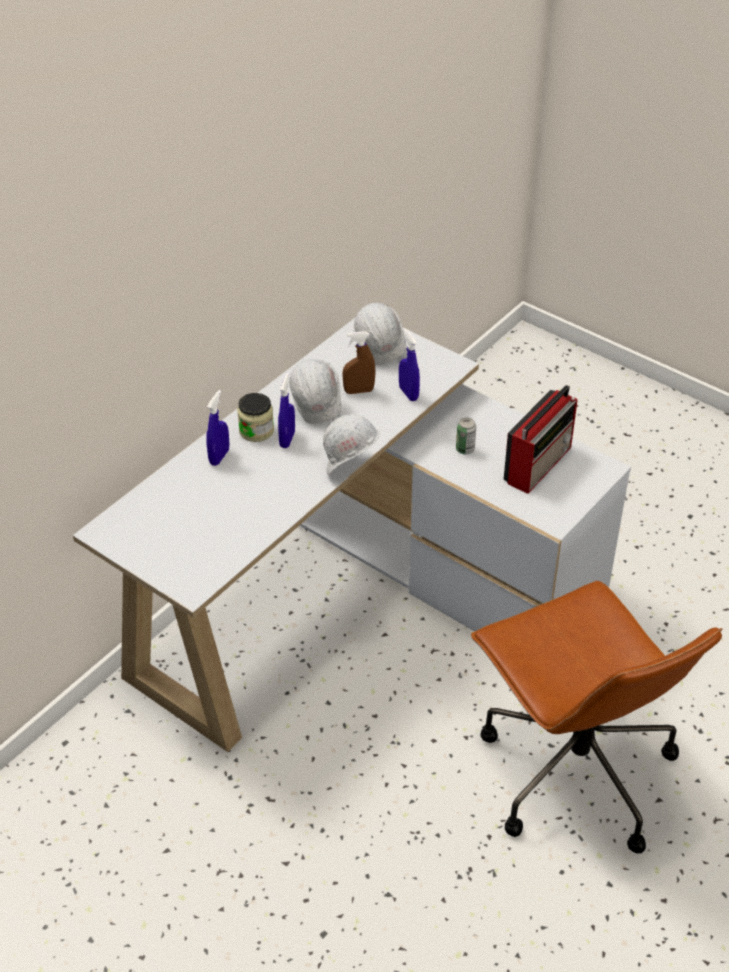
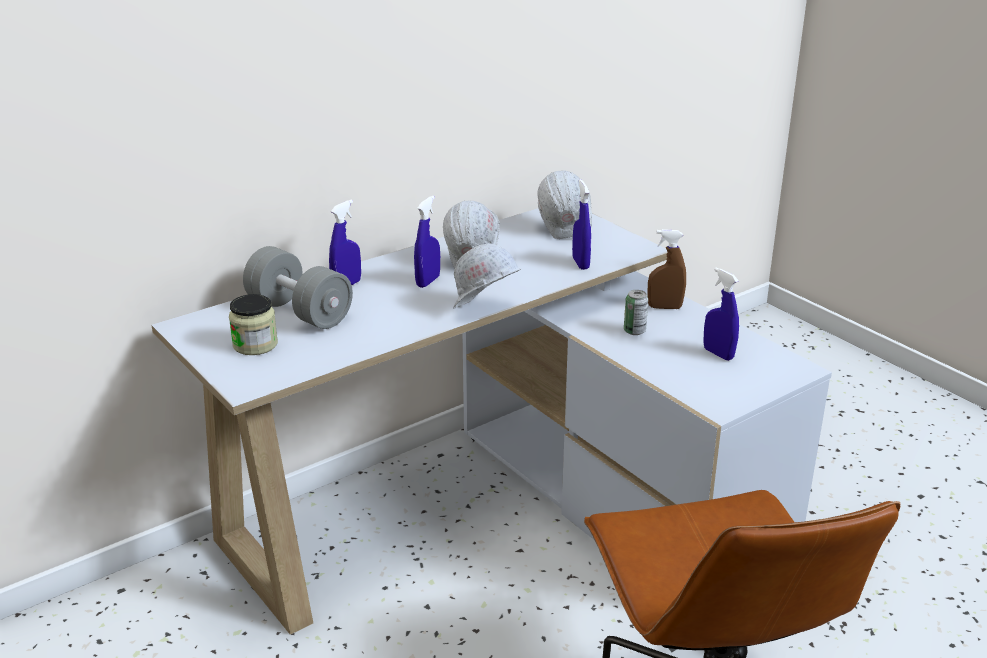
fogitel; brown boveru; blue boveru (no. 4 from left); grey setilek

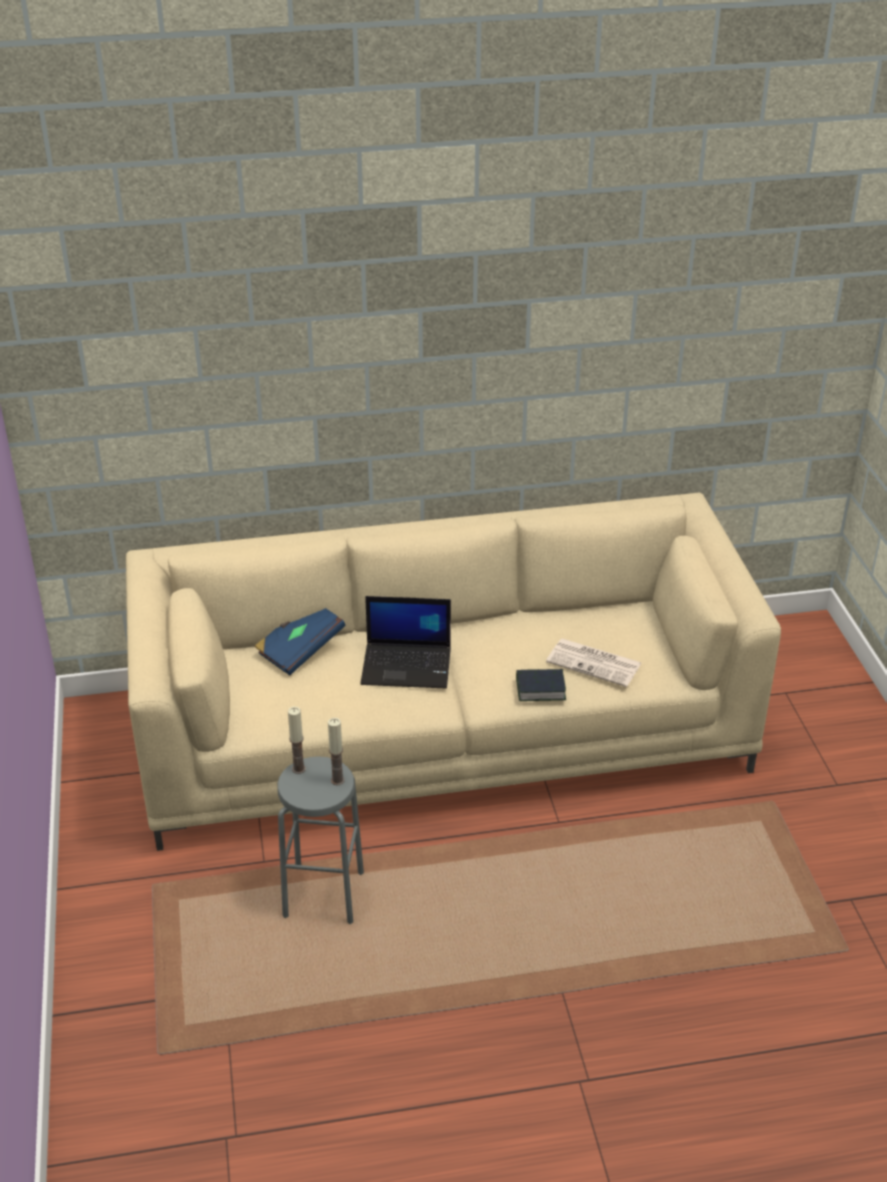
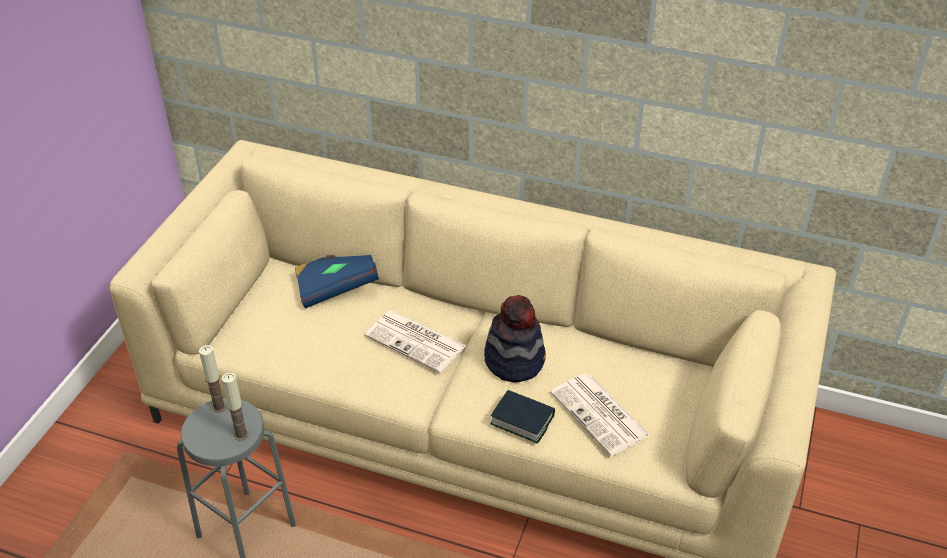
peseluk (no. 1 from left); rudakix

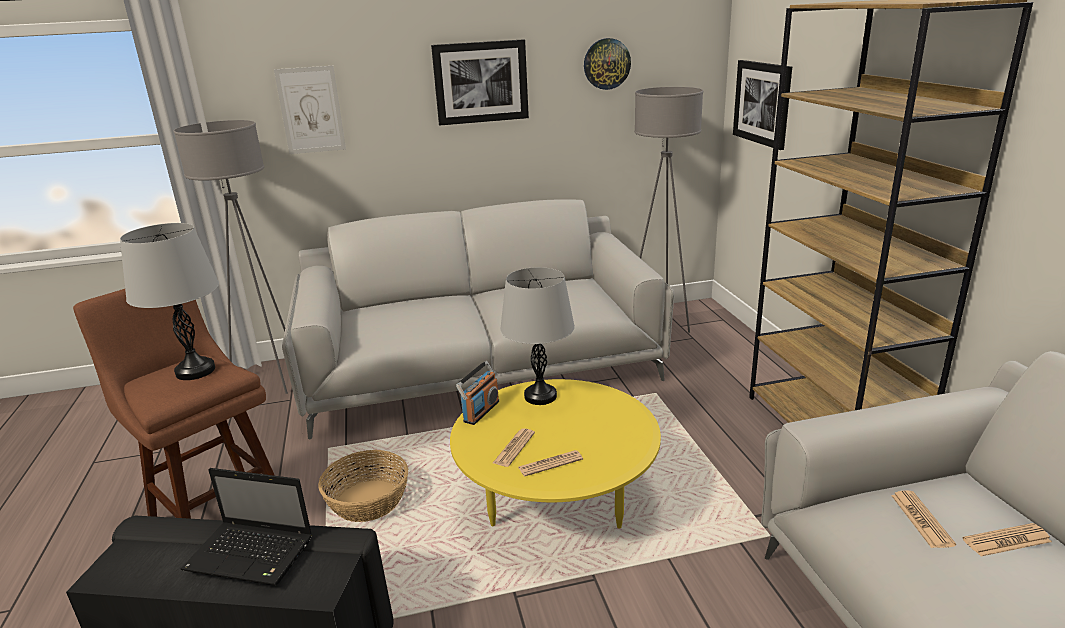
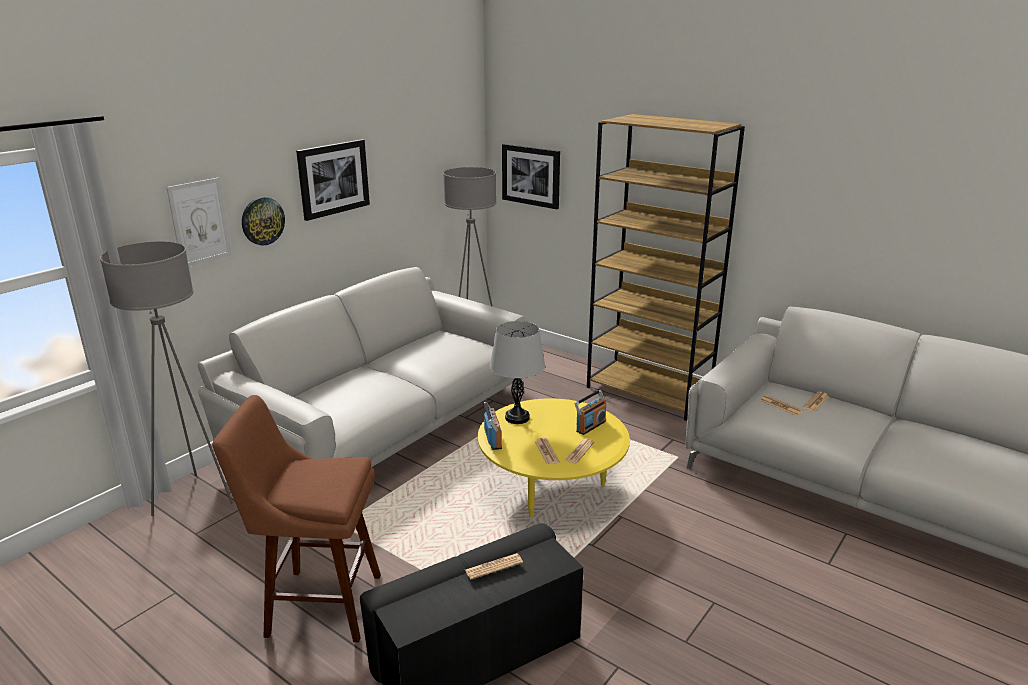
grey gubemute (no. 1 from left in the first image); peseluk (no. 1 from left); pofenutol; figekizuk; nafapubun (no. 2 from left)

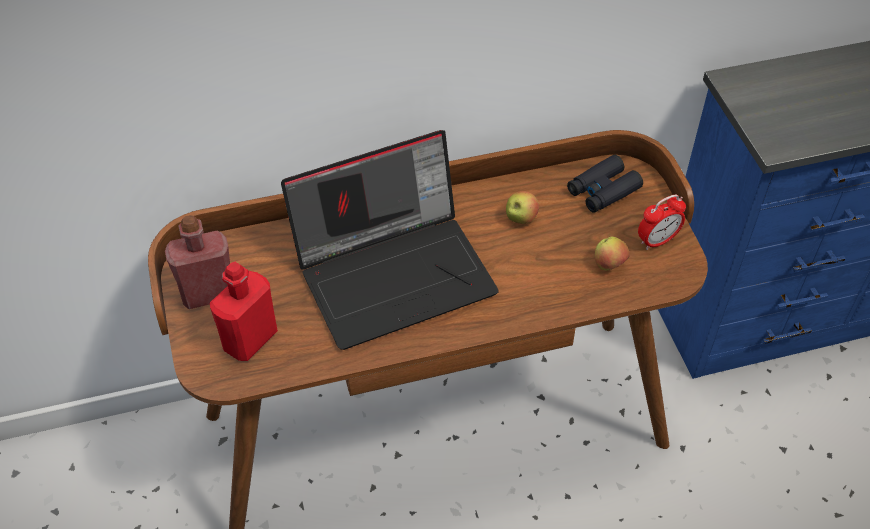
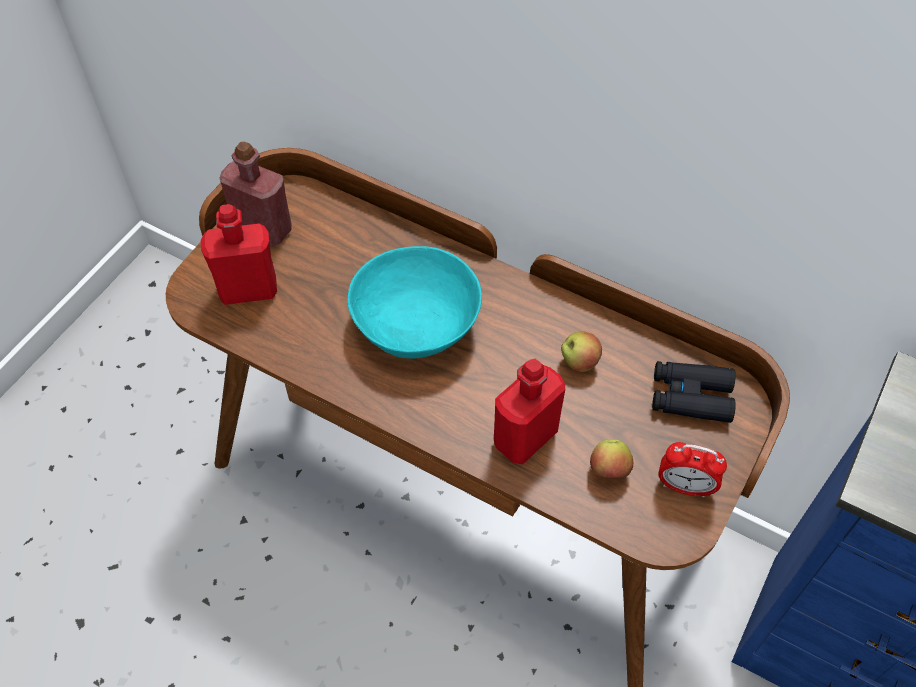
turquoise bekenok; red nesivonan (no. 3 from left)

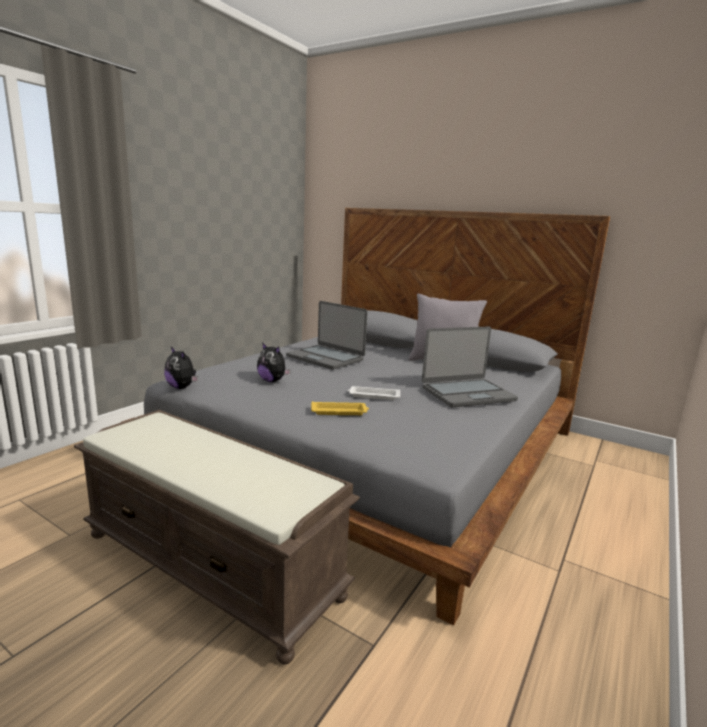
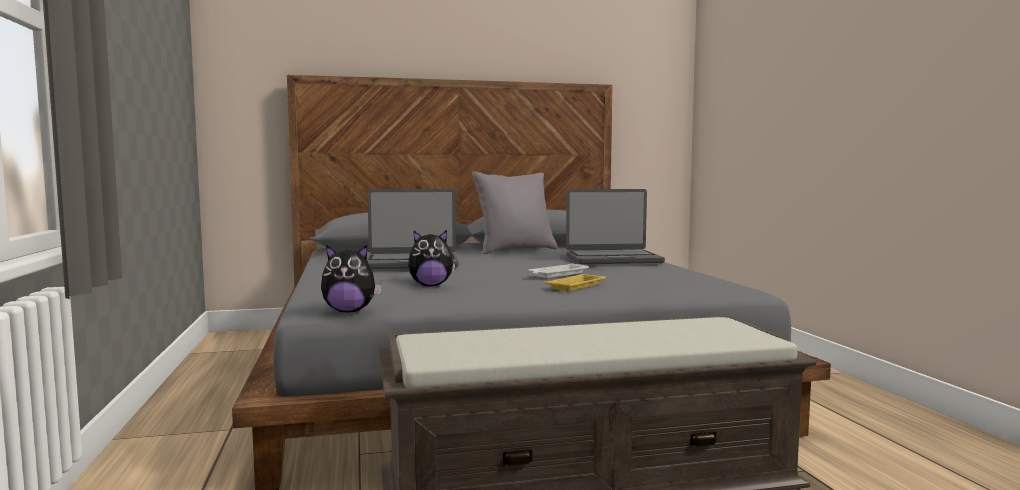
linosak (no. 2 from left)

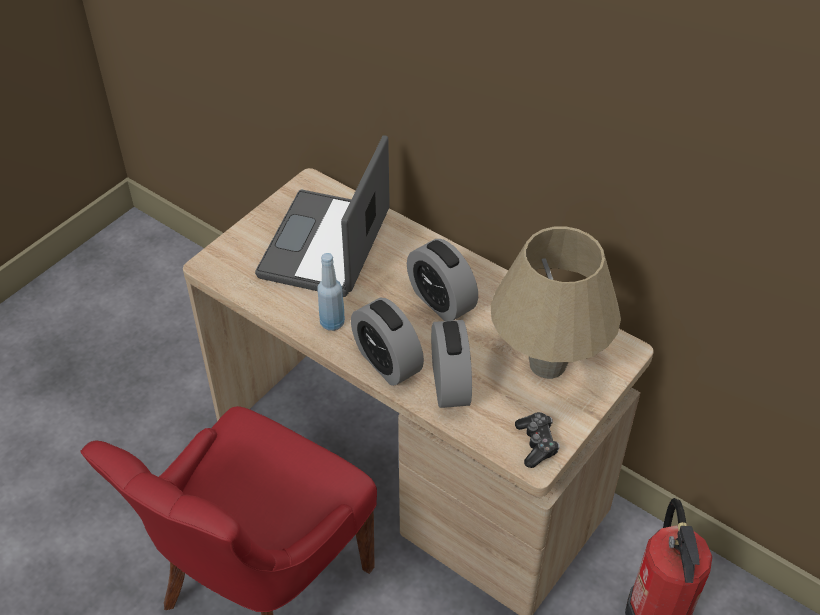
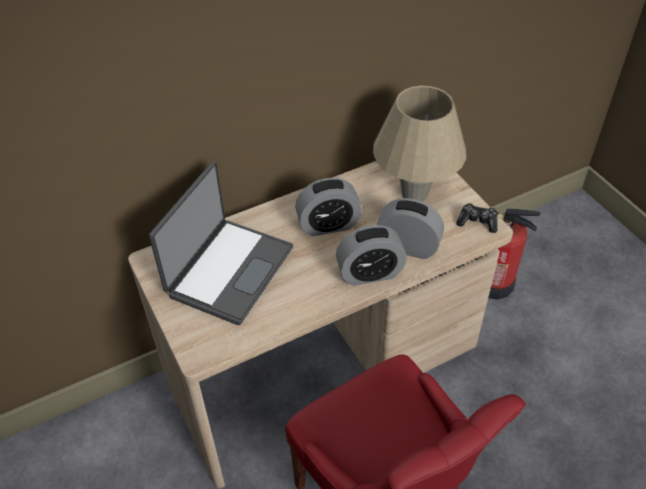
linosak; blue nesivonan

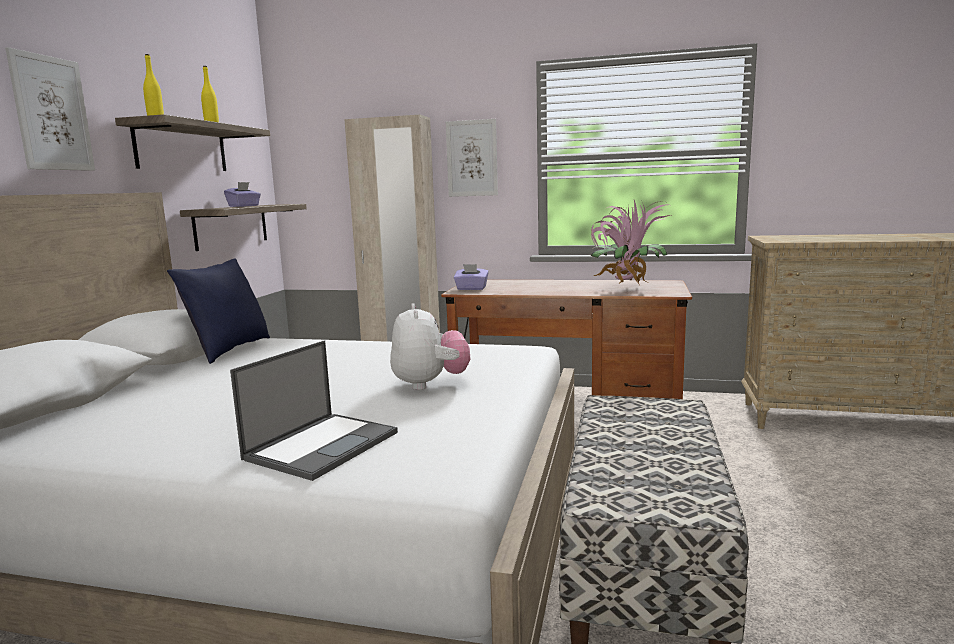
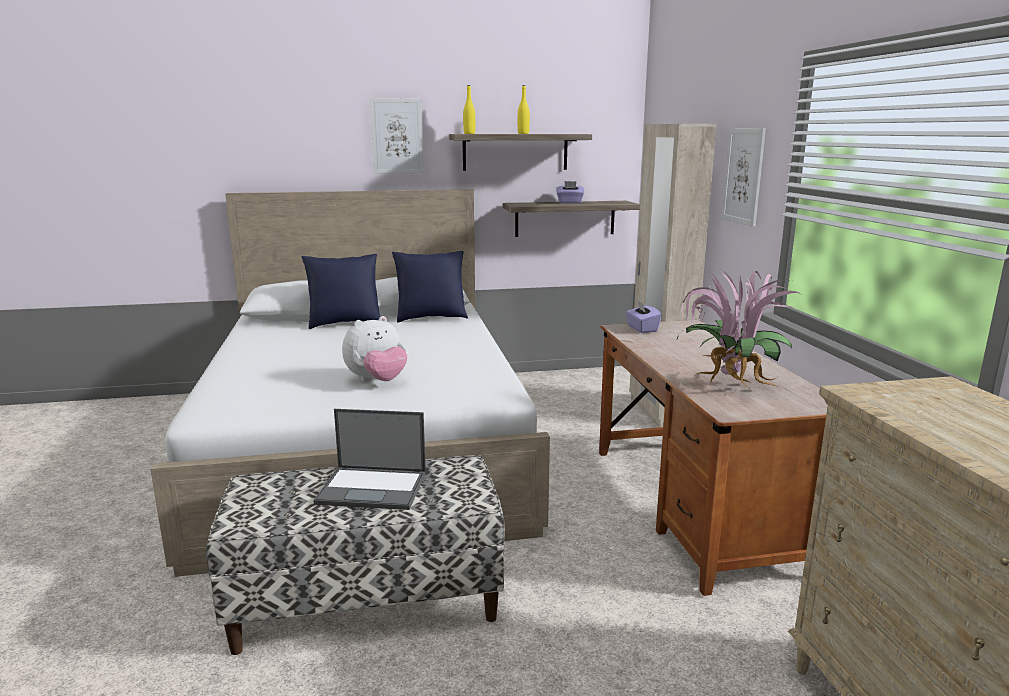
linosak; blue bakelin (no. 1 from left)

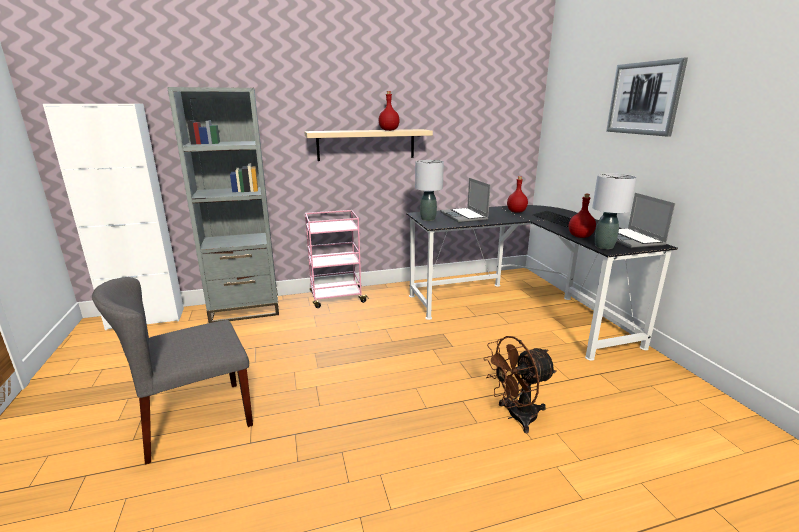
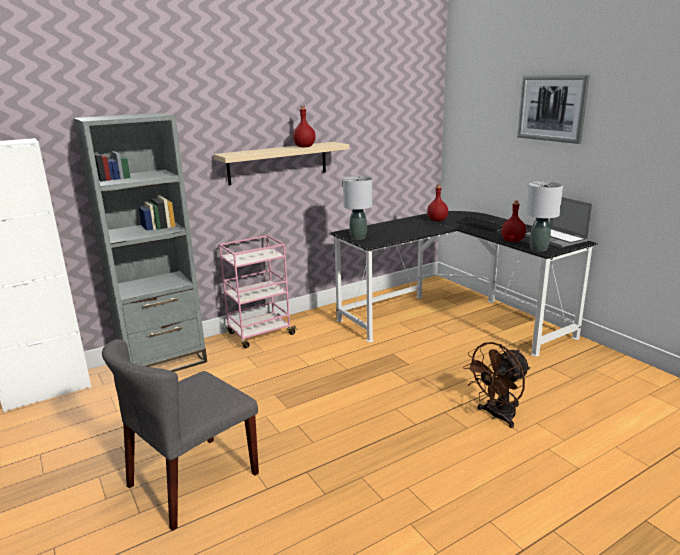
linosak (no. 1 from left in the first image)

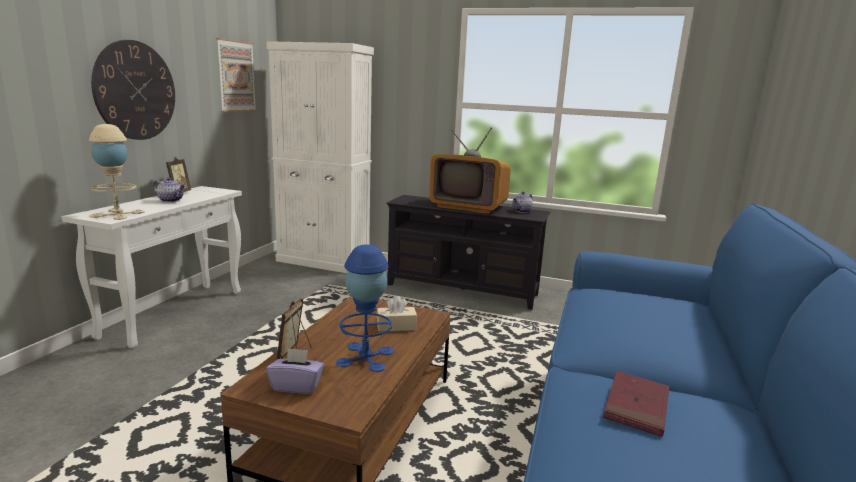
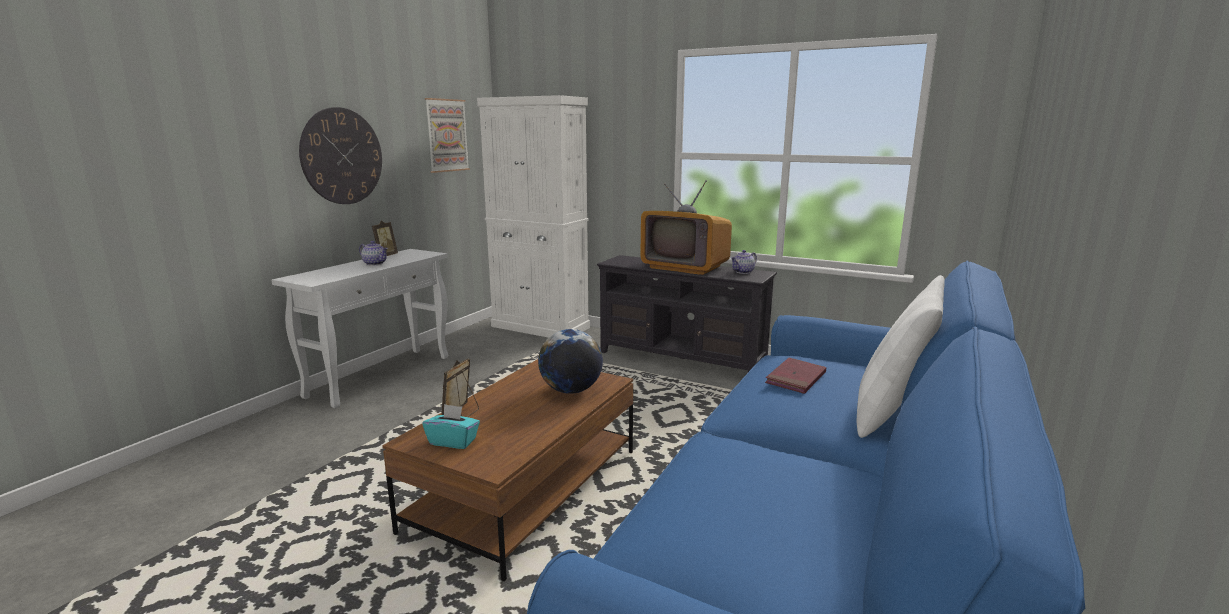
beige gubemute; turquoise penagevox; blue gubemute; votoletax; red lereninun; white bakelin

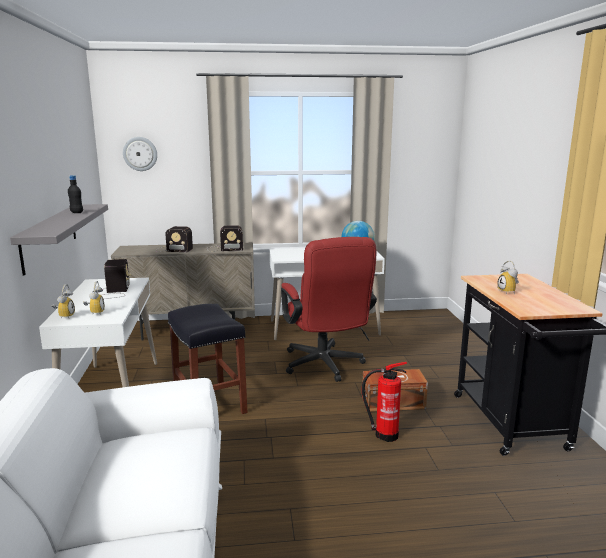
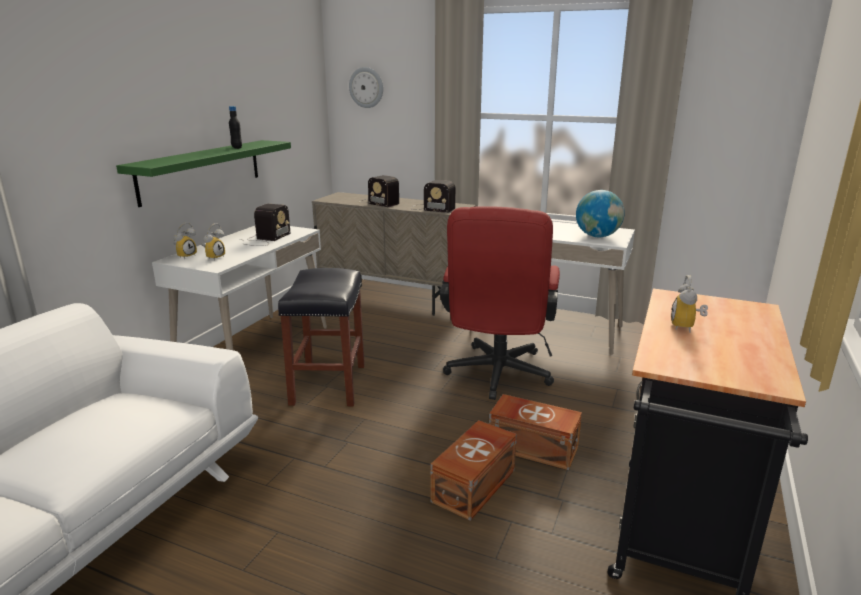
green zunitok; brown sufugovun (no. 1 from left)

